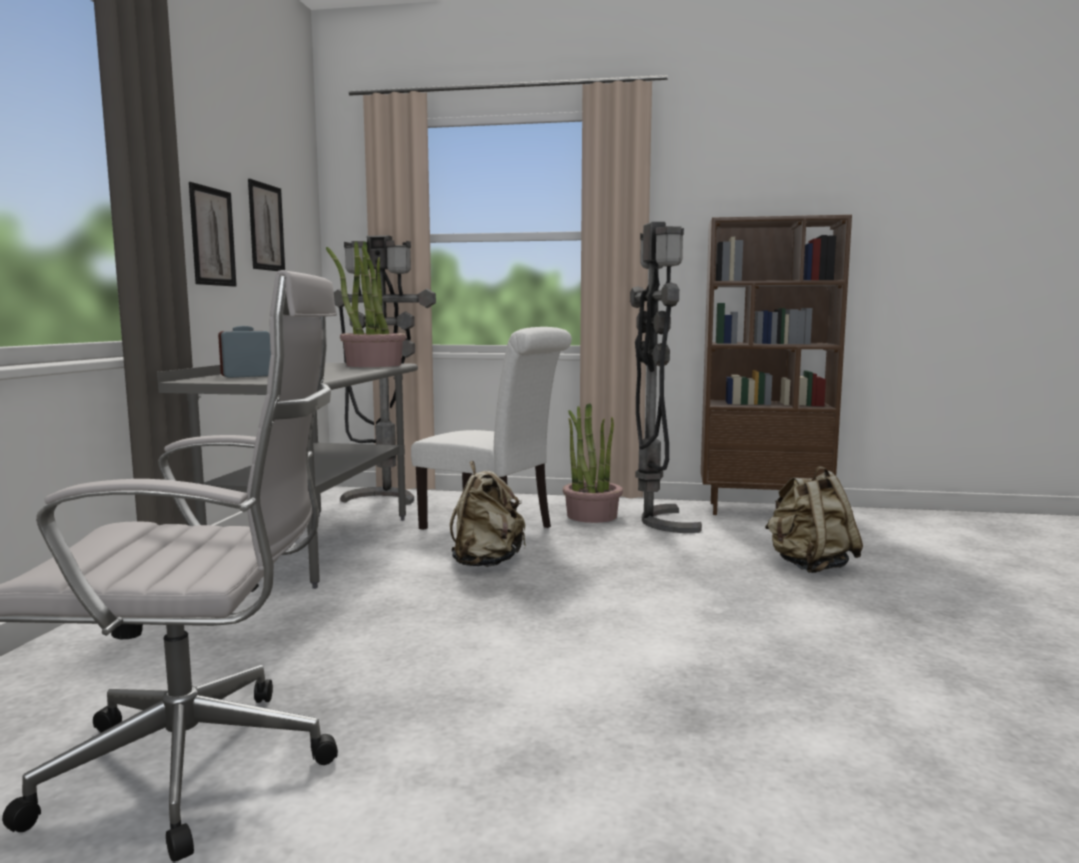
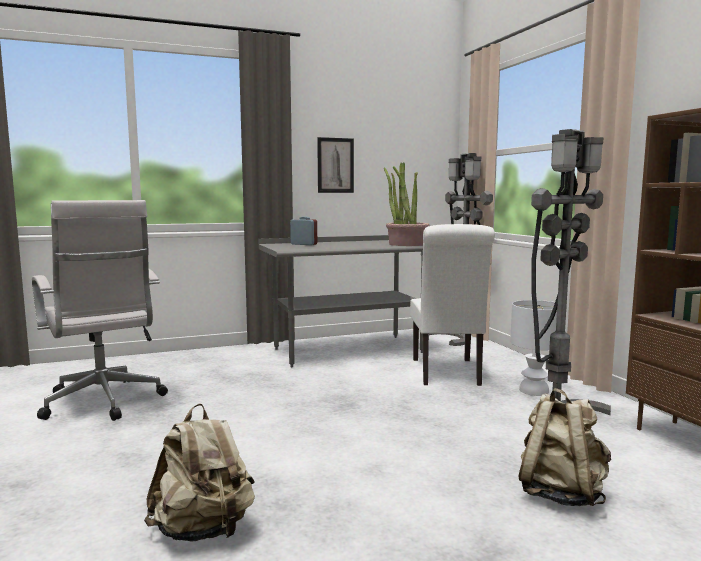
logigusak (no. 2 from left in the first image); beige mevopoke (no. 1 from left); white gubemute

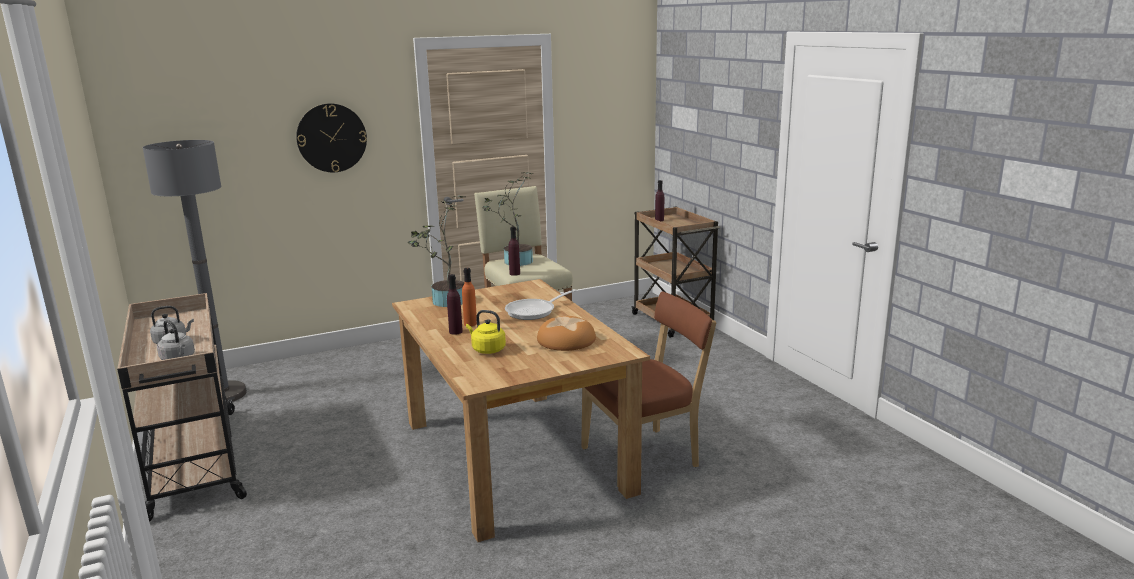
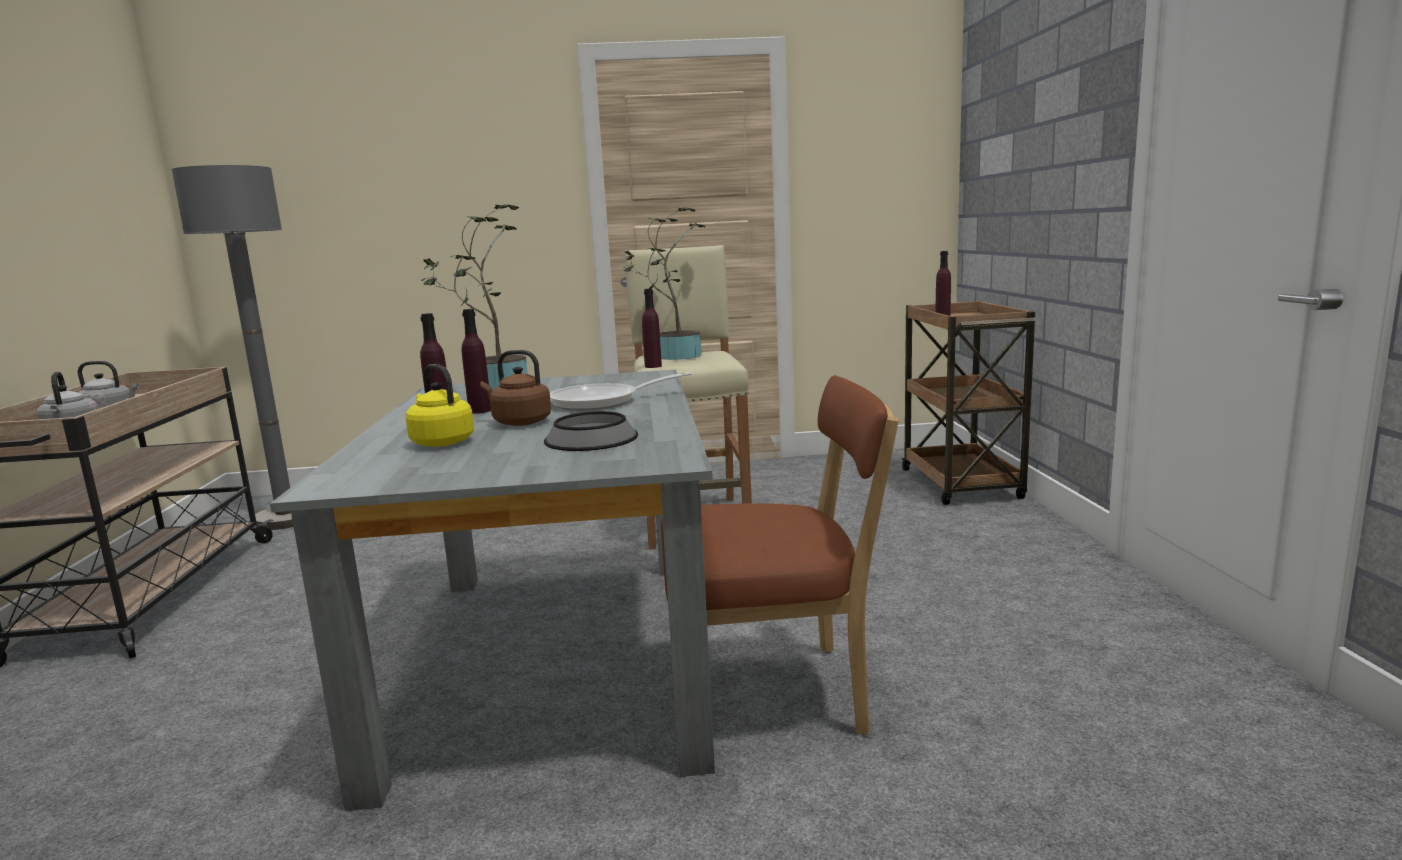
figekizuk; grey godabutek; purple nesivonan (no. 2 from left); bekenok; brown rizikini

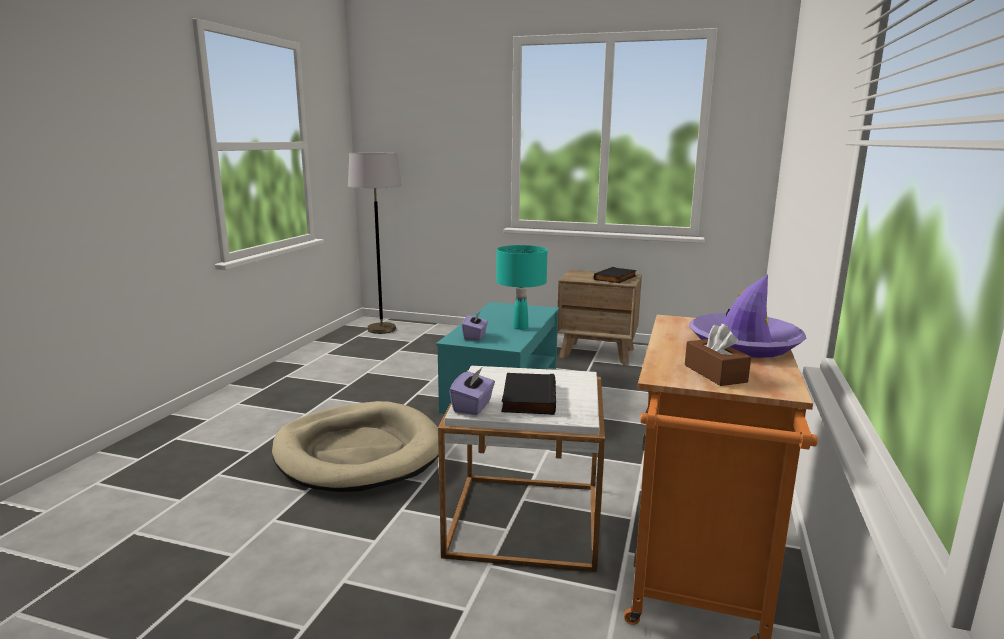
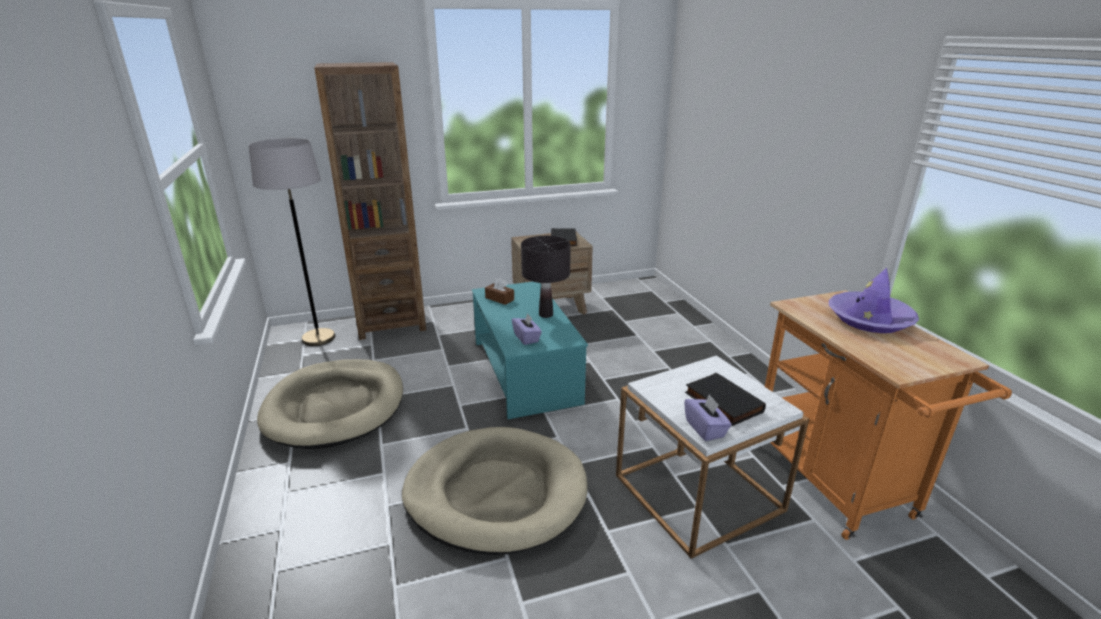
black gubemute; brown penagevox; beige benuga (no. 1 from left); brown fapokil

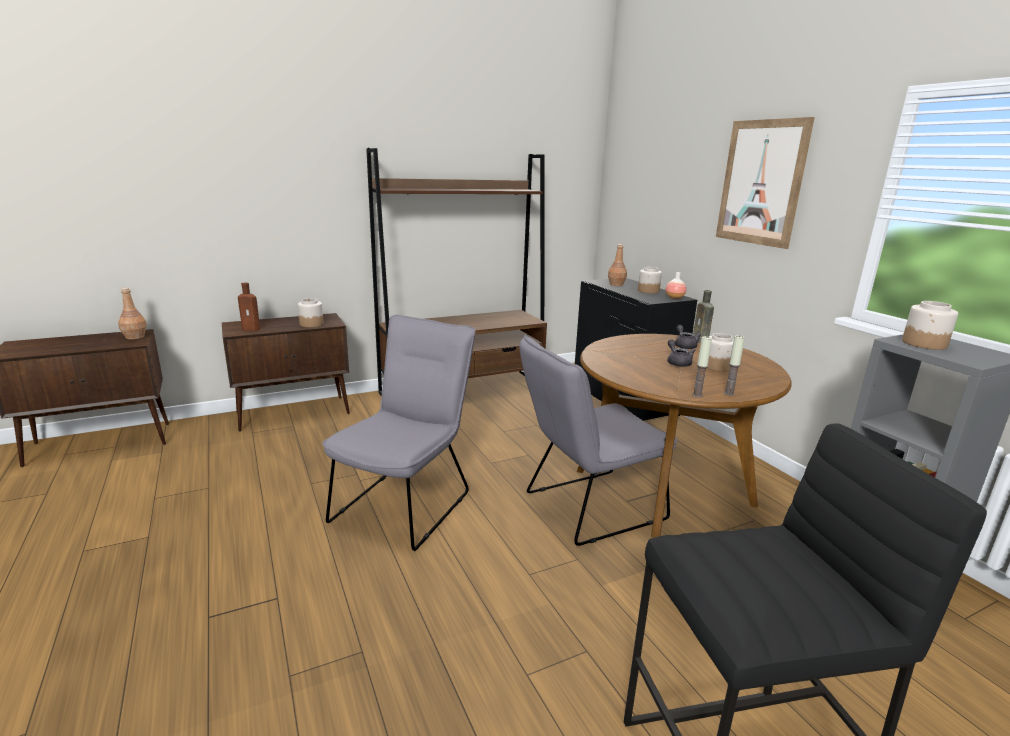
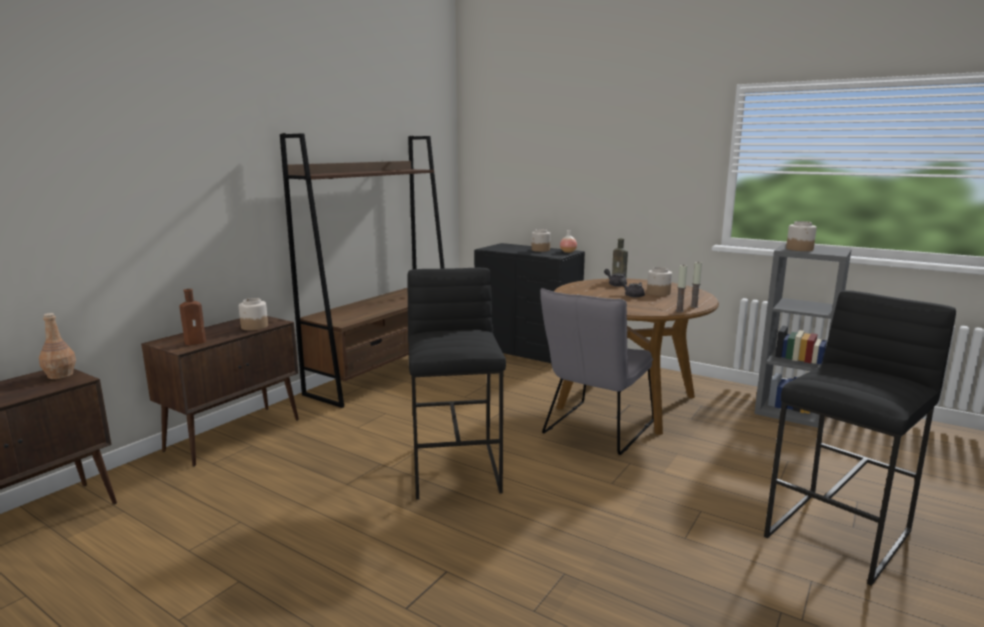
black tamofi (no. 1 from left); brown nesivonan (no. 3 from left in the first image); logigusak

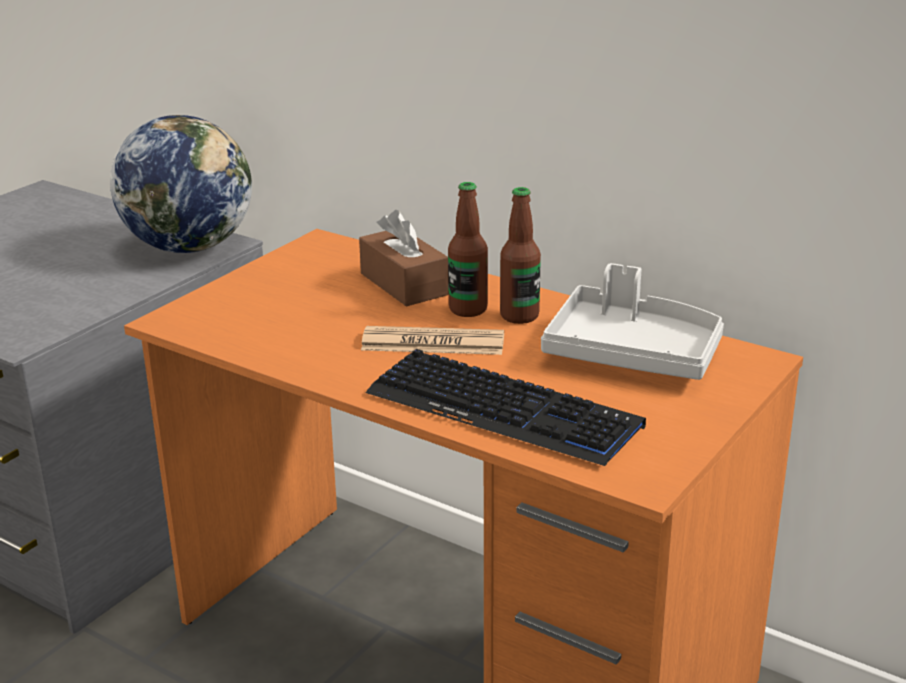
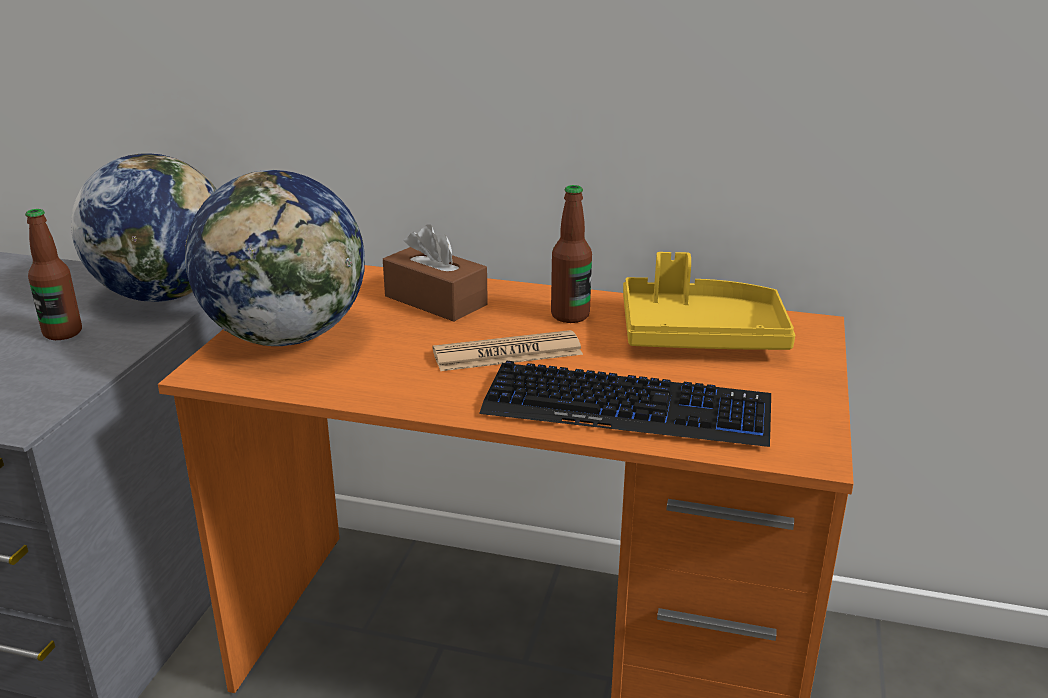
nesivonan (no. 1 from left); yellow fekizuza; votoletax (no. 2 from left)

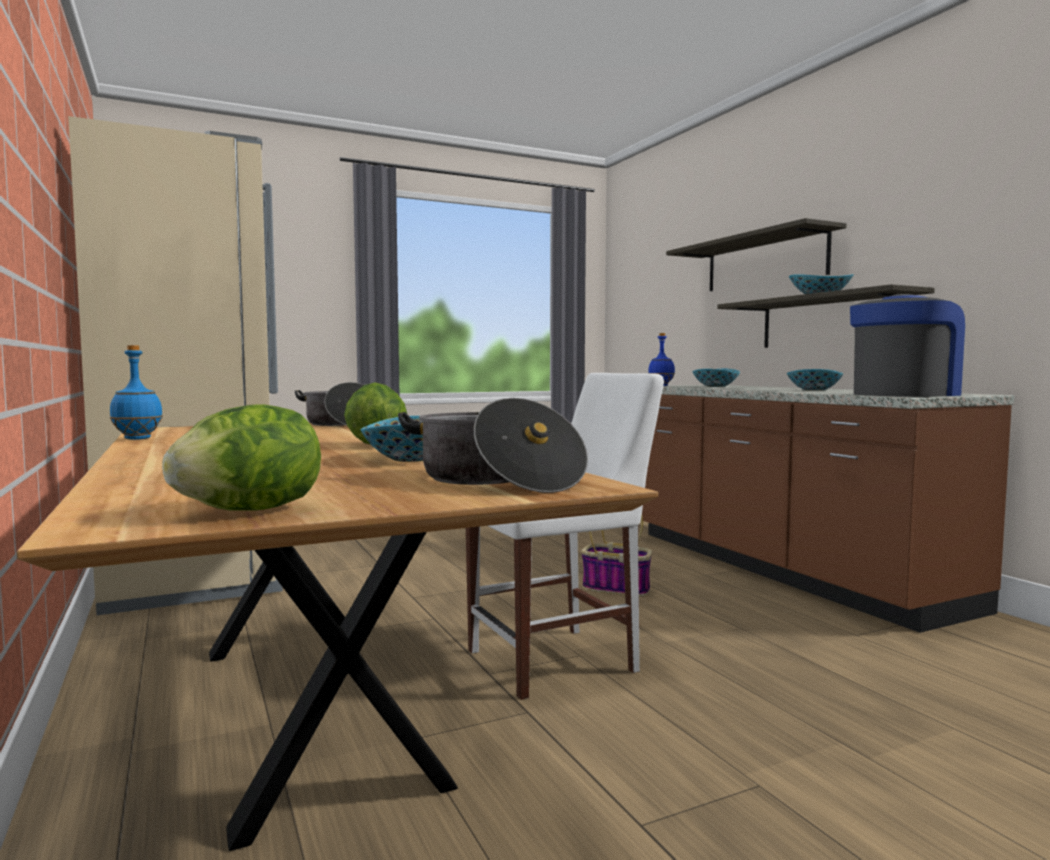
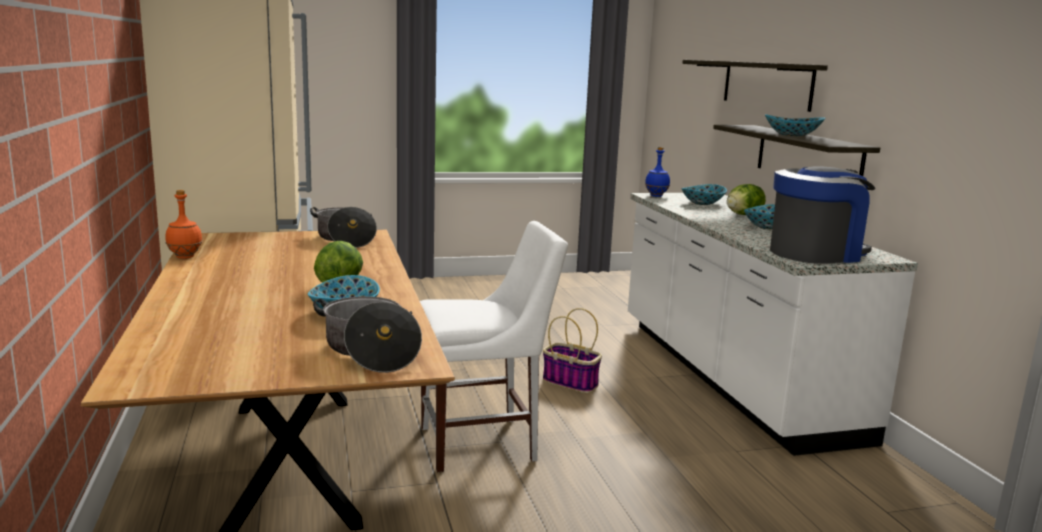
orange nesivonan; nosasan (no. 2 from left); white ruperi

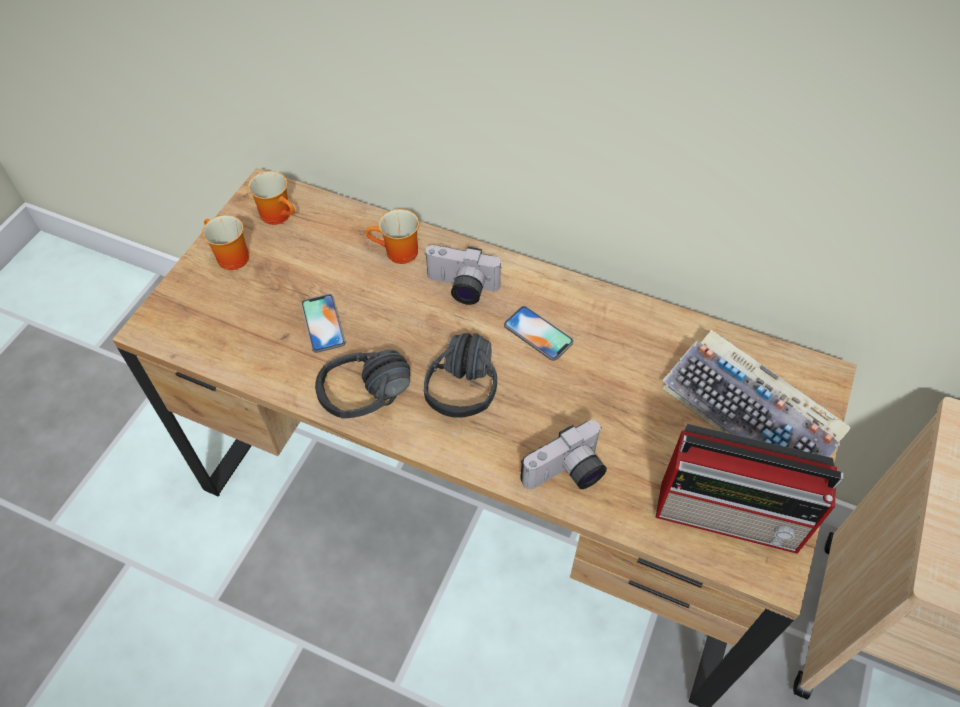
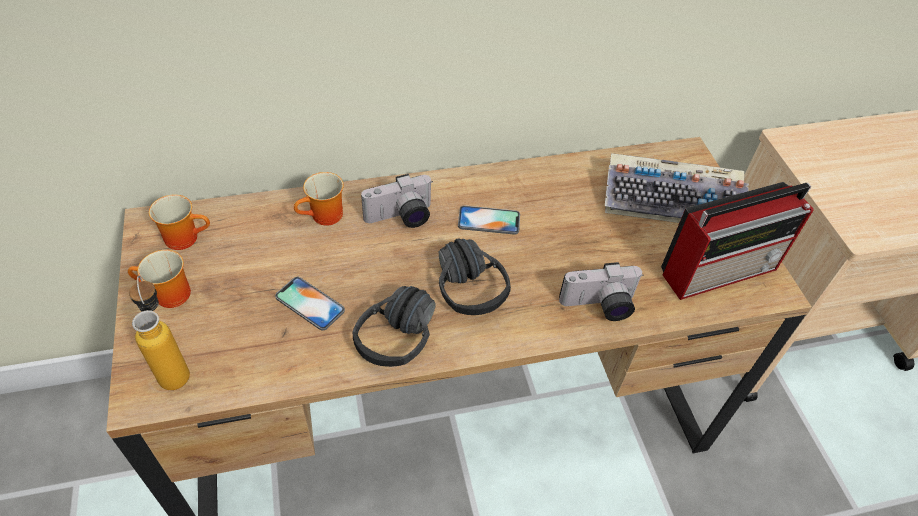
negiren (no. 2 from left); nesivonan

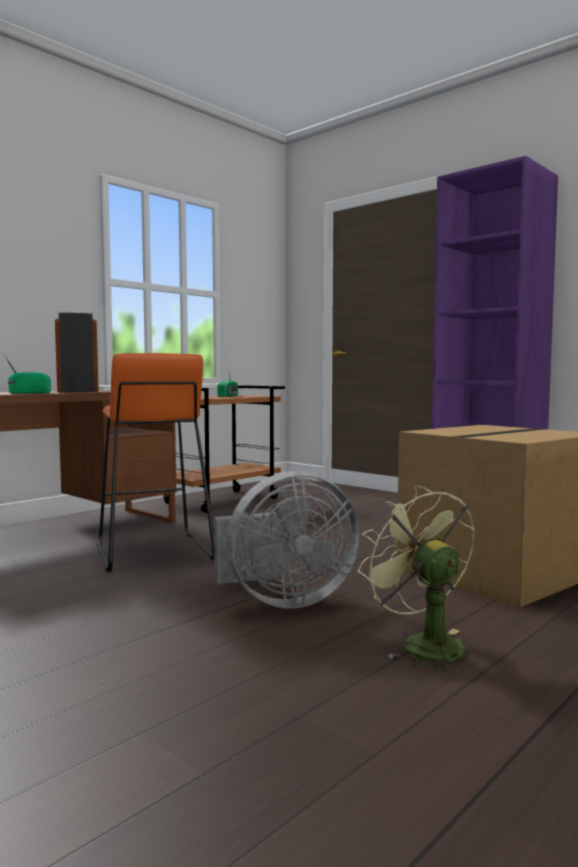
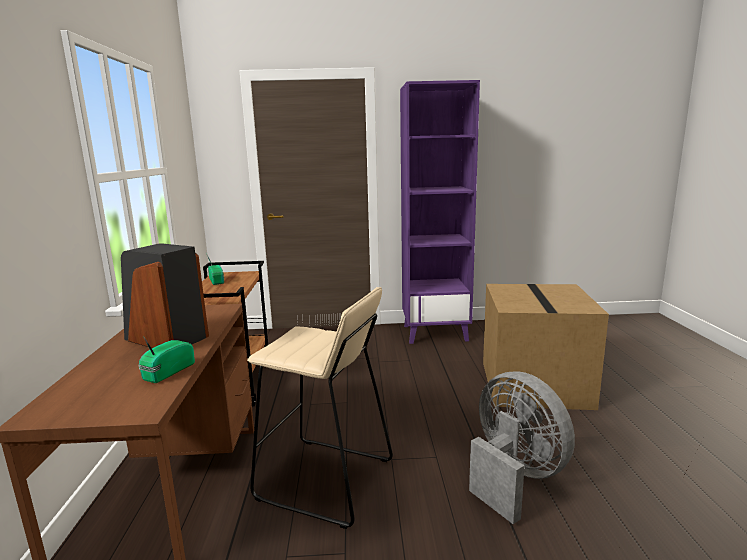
beige tamofi; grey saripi; green saripi

